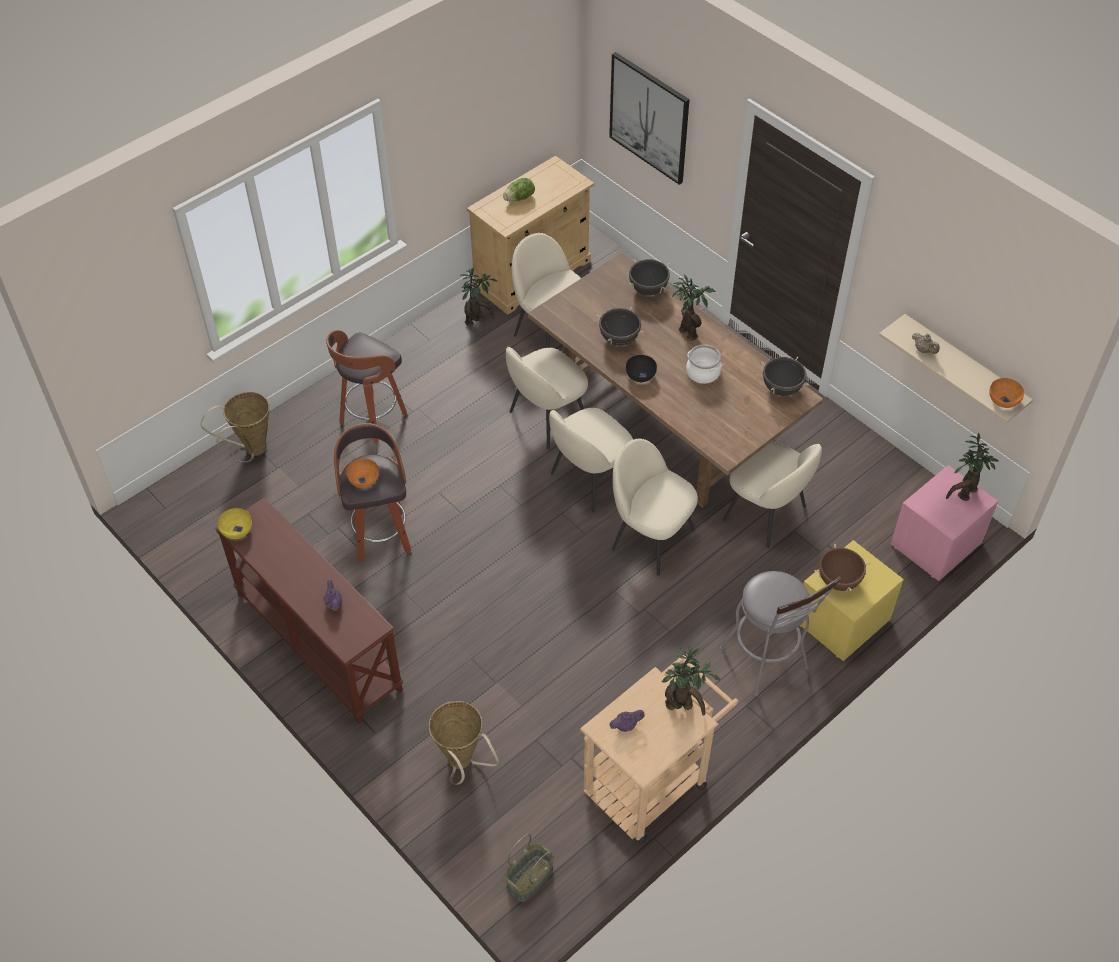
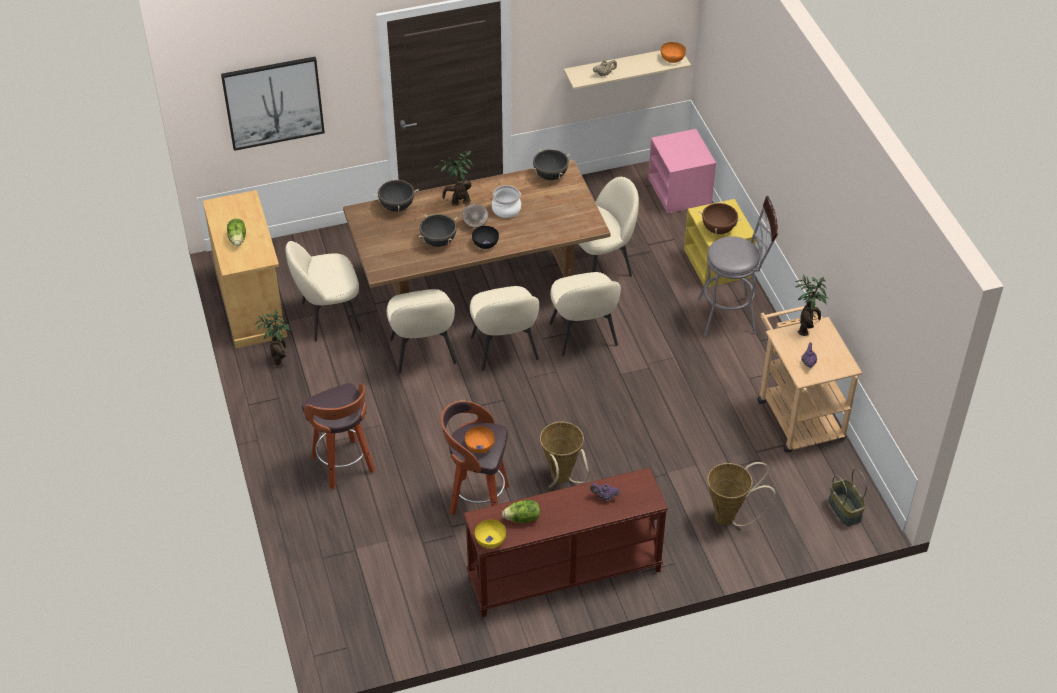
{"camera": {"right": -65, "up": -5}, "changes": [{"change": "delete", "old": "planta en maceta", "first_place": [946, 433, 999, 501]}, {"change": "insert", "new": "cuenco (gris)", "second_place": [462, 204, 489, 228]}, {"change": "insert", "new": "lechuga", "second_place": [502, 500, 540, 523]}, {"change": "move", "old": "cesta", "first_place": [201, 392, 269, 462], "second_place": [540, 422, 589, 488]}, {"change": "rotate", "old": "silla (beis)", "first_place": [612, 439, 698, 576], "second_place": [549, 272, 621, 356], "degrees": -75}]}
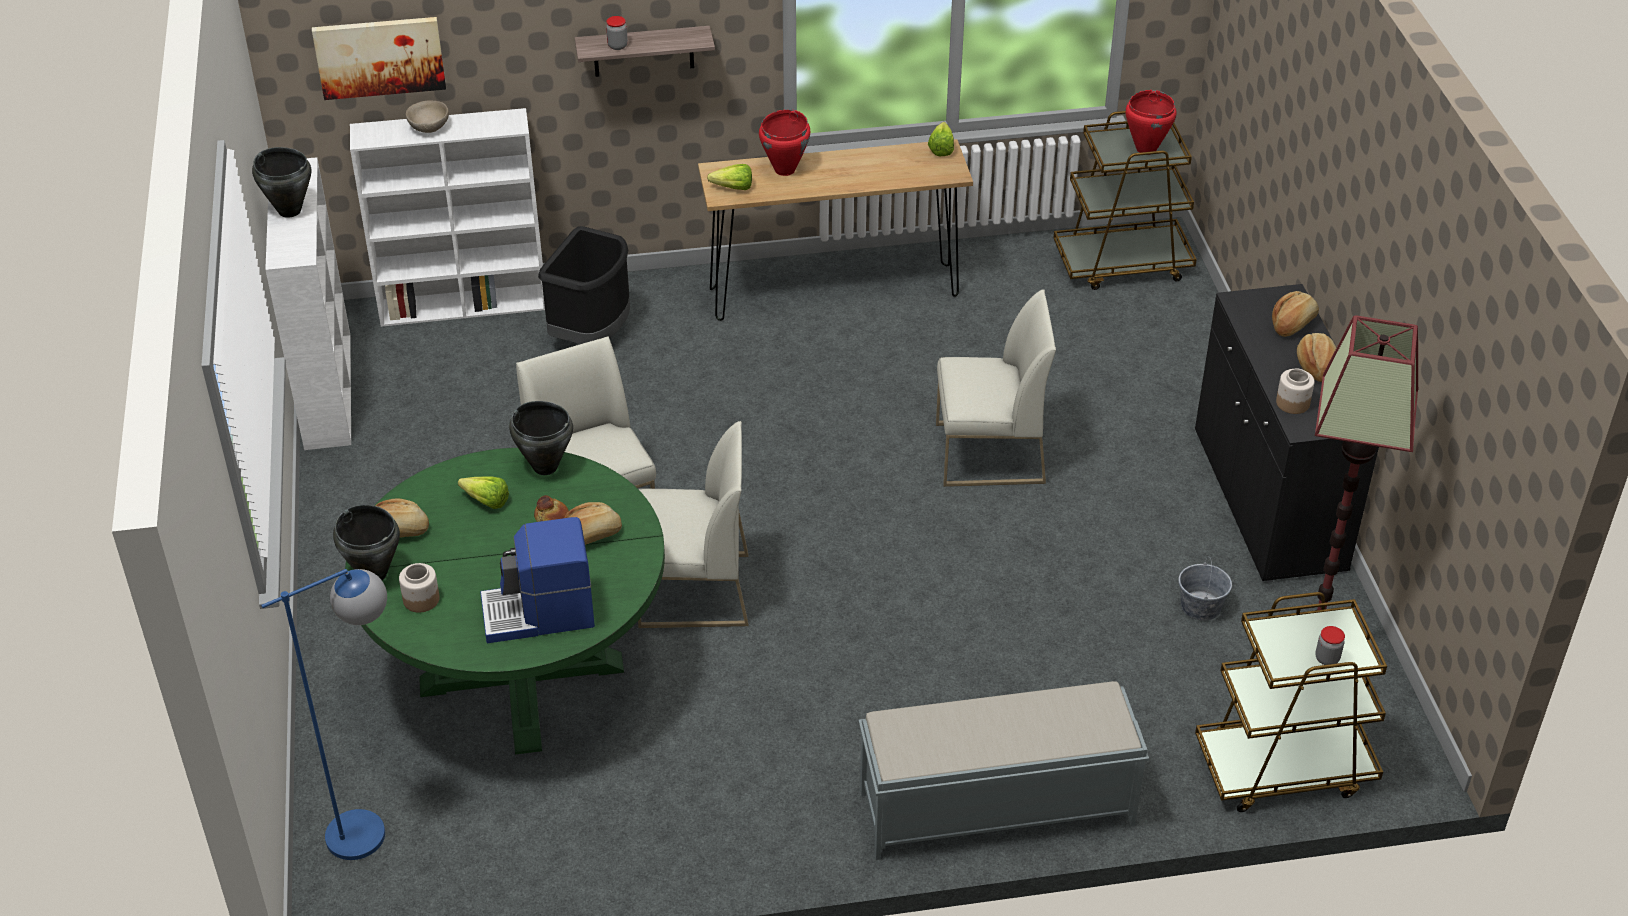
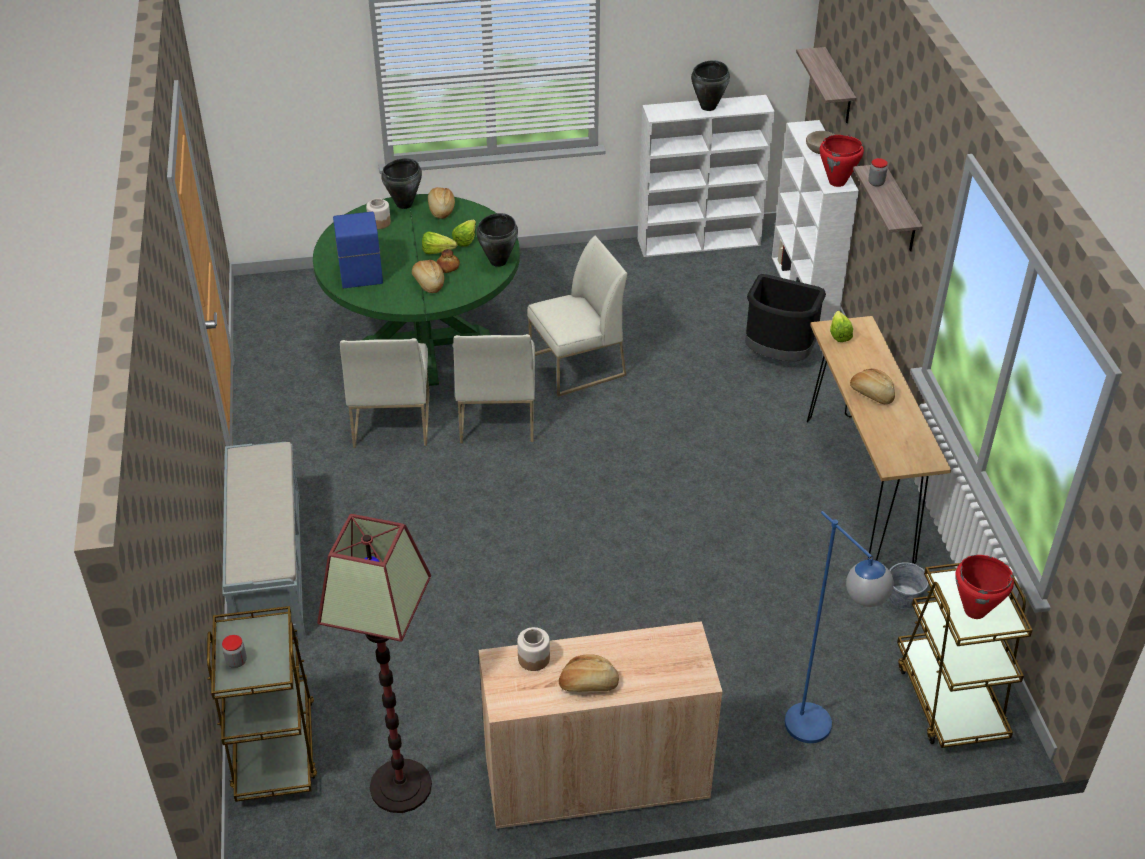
{"camera": {"right": 90, "up": 0}, "changes": [{"change": "move", "old": "lámpara de pie (azul)", "first_place": [261, 569, 387, 860], "second_place": [785, 511, 894, 743]}, {"change": "move", "old": "olla (rojo)", "first_place": [759, 109, 810, 176], "second_place": [820, 135, 864, 187]}, {"change": "move", "old": "lechuga", "first_place": [928, 122, 954, 156], "second_place": [422, 232, 457, 254]}, {"change": "move", "old": "silla (blanco)", "first_place": [936, 289, 1056, 487], "second_place": [340, 338, 429, 448]}, {"change": "move", "old": "cubo (gris)", "first_place": [1178, 557, 1232, 621], "second_place": [889, 562, 929, 610]}, {"change": "move", "old": "pan", "first_place": [1272, 291, 1319, 337], "second_place": [850, 368, 895, 404]}, {"change": "replace", "old": "cuadro", "new": "estante", "first_place": [312, 17, 446, 100], "second_place": [796, 47, 856, 123]}, {"change": "recolor", "old": "armario (negro)", "new": "armario (beis)", "first_place": [1195, 284, 1379, 583], "second_place": [479, 621, 723, 830]}]}
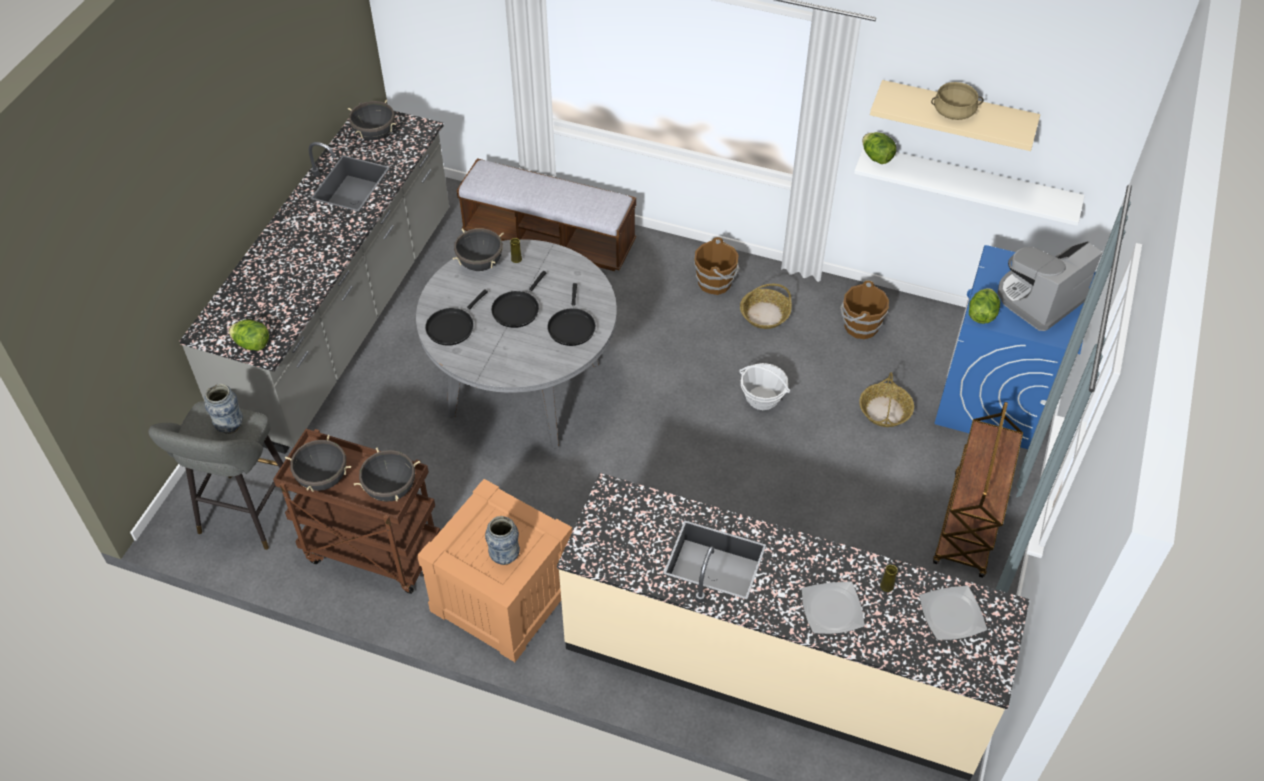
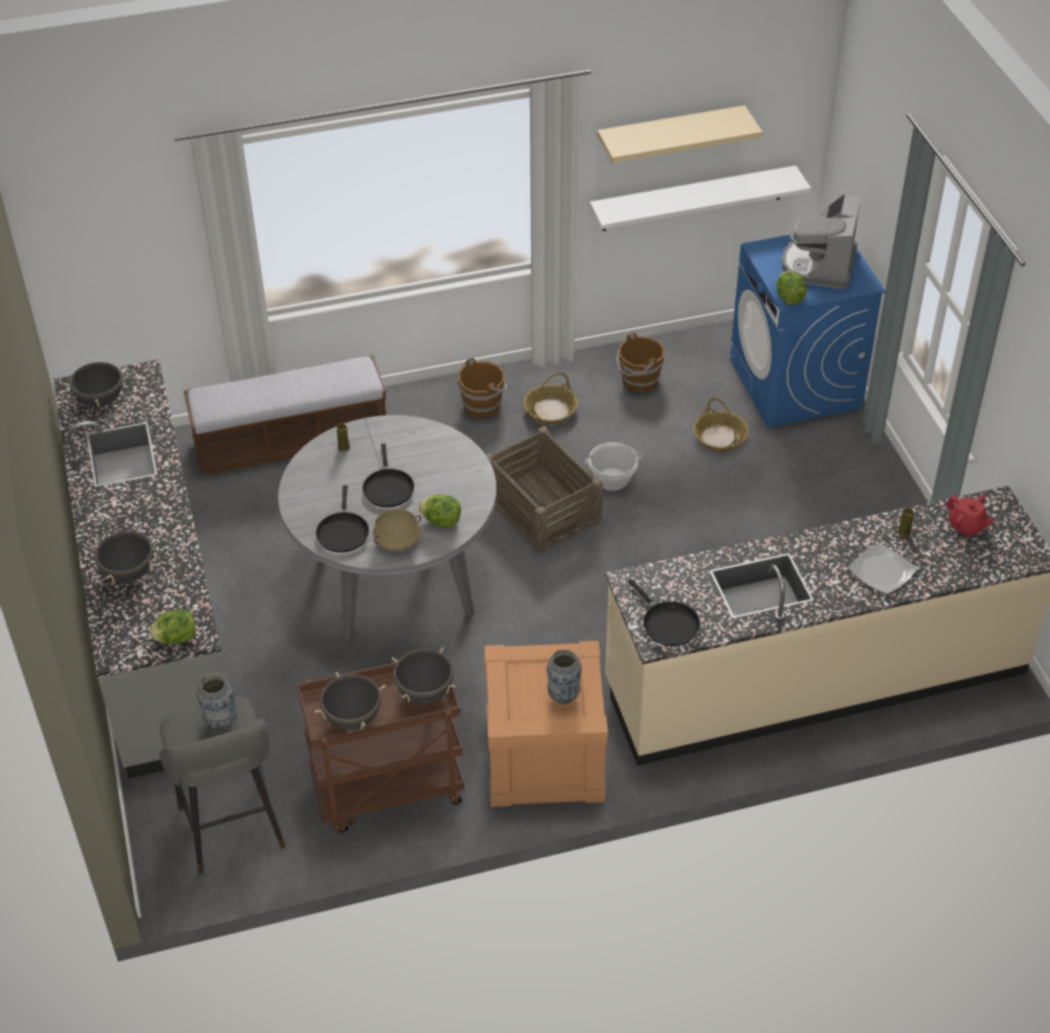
{"camera": {"right": -35, "up": -5}, "changes": [{"change": "delete", "old": "carrito (marrón)", "first_place": [933, 402, 1023, 578]}, {"change": "insert", "new": "caja de embalaje", "second_place": [486, 426, 603, 552]}, {"change": "move", "old": "olla (negro)", "first_place": [452, 228, 504, 271], "second_place": [91, 528, 156, 583]}, {"change": "move", "old": "sartén (negro)", "first_place": [548, 283, 596, 346], "second_place": [628, 579, 700, 646]}, {"change": "move", "old": "lechuga", "first_place": [862, 132, 896, 164], "second_place": [418, 495, 461, 527]}, {"change": "move", "old": "olla (beis)", "first_place": [931, 82, 983, 120], "second_place": [373, 508, 421, 551]}, {"change": "replace", "old": "plato", "new": "tetera (rojo)", "first_place": [919, 585, 987, 640], "second_place": [946, 495, 995, 537]}]}
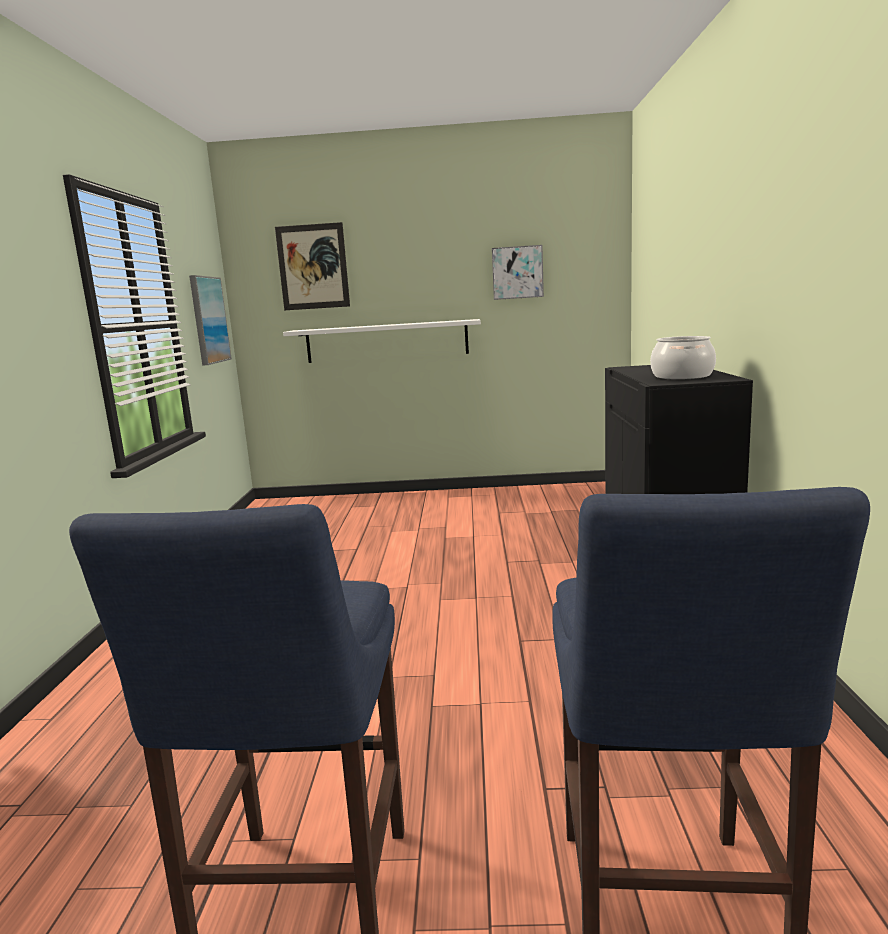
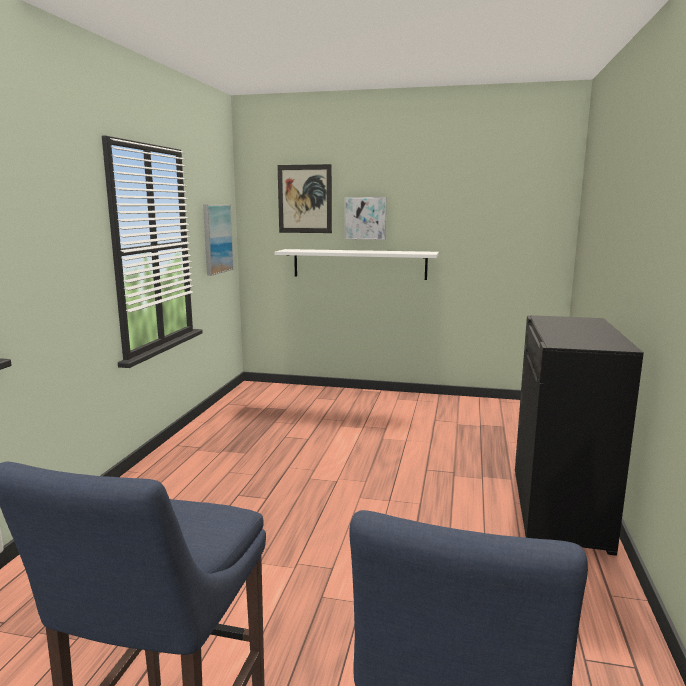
{"camera": {"right": 10, "up": 0}, "changes": [{"change": "delete", "old": "olla", "first_place": [650, 336, 716, 380]}, {"change": "move", "old": "cuadro", "first_place": [492, 245, 544, 300], "second_place": [345, 197, 386, 240]}]}
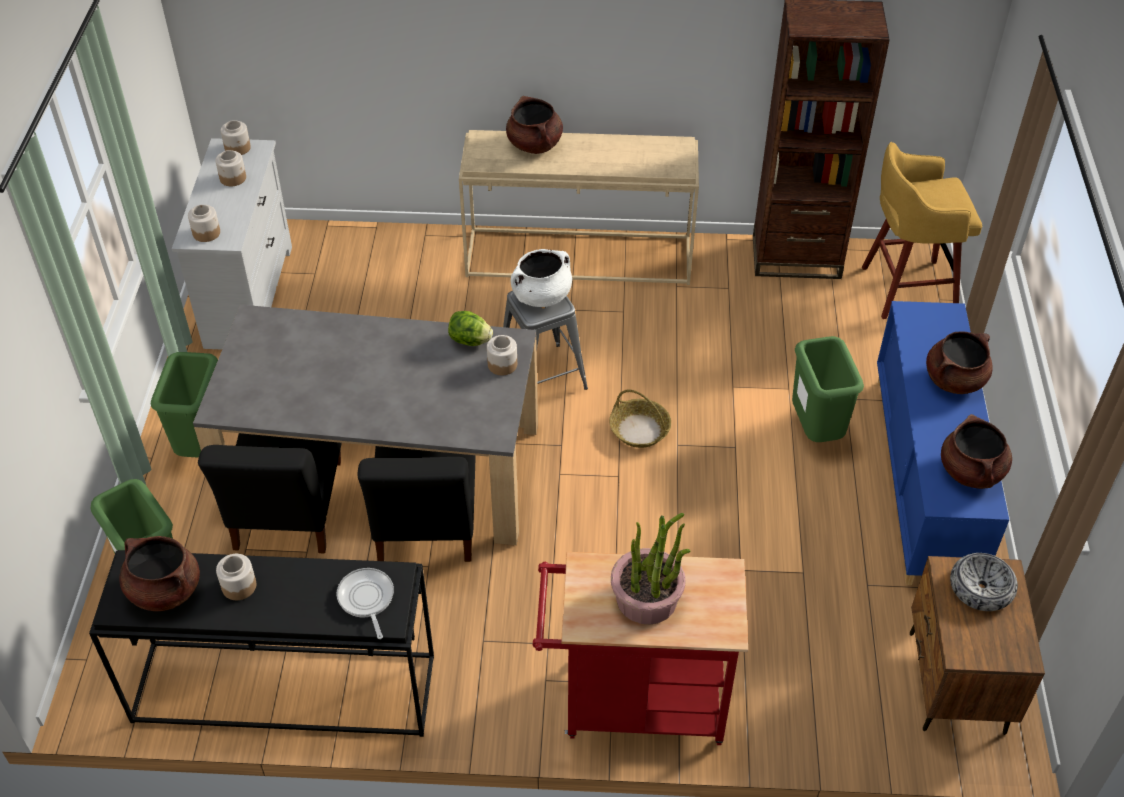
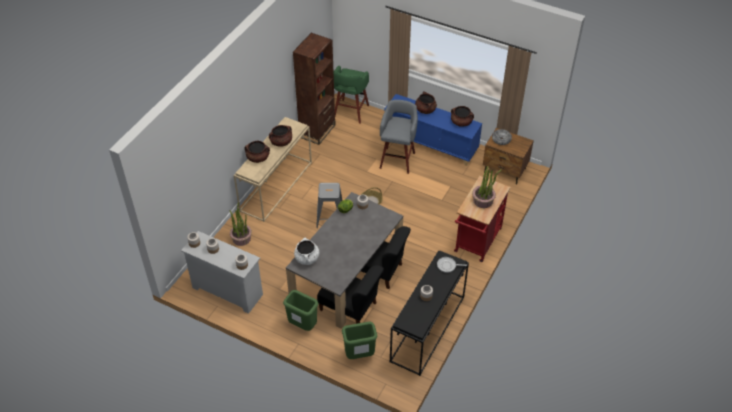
{"camera": {"right": -65, "up": 0}, "changes": [{"change": "insert", "new": "planta en maceta", "second_place": [229, 202, 252, 246]}, {"change": "move", "old": "olla (marrón)", "first_place": [119, 536, 200, 611], "second_place": [269, 125, 292, 147]}, {"change": "move", "old": "olla (blanco)", "first_place": [510, 249, 572, 307], "second_place": [294, 238, 319, 265]}, {"change": "replace", "old": "papelera (verde)", "new": "taburete (gris)", "first_place": [792, 336, 864, 442], "second_place": [380, 100, 418, 174]}, {"change": "recolor", "old": "taburete (amarillo)", "new": "taburete (verde)", "first_place": [862, 142, 982, 319], "second_place": [333, 66, 369, 124]}]}
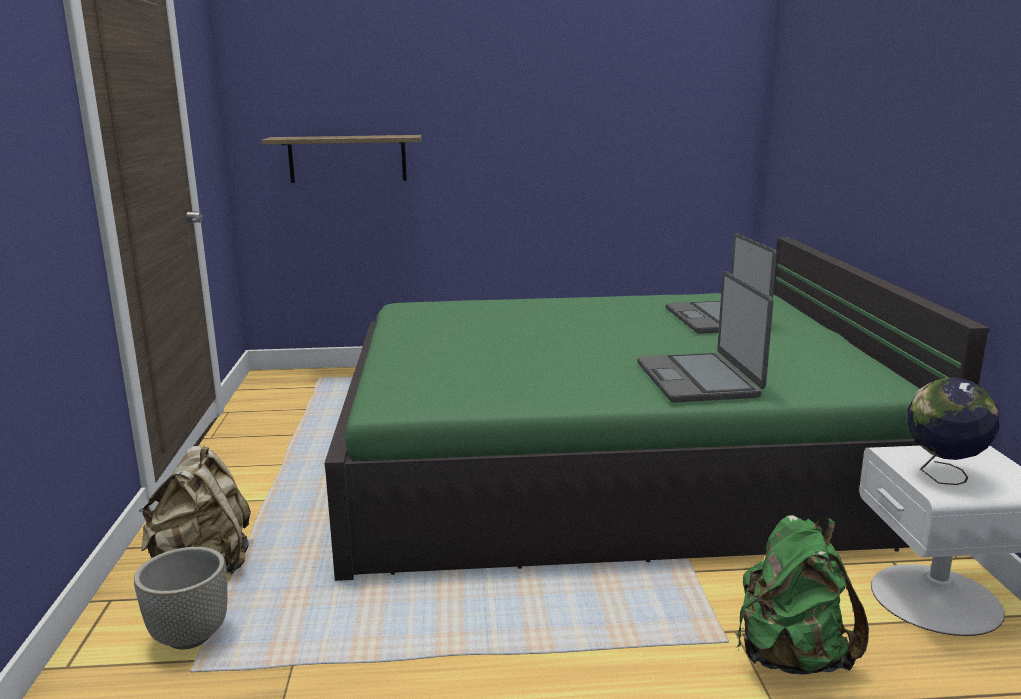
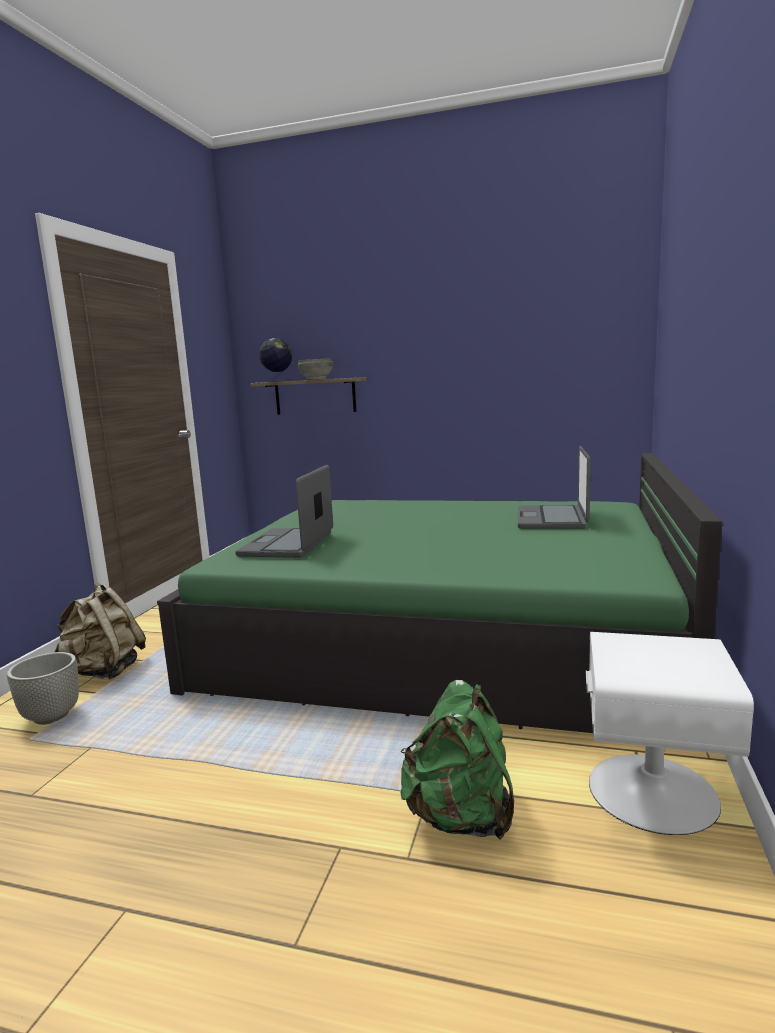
{"camera": {"right": 20, "up": -5}, "changes": [{"change": "insert", "new": "cuenco (gris)", "second_place": [297, 358, 333, 380]}, {"change": "move", "old": "portátil", "first_place": [637, 271, 773, 403], "second_place": [235, 465, 333, 558]}, {"change": "move", "old": "globo terráqueo", "first_place": [907, 377, 999, 485], "second_place": [259, 338, 292, 382]}]}
